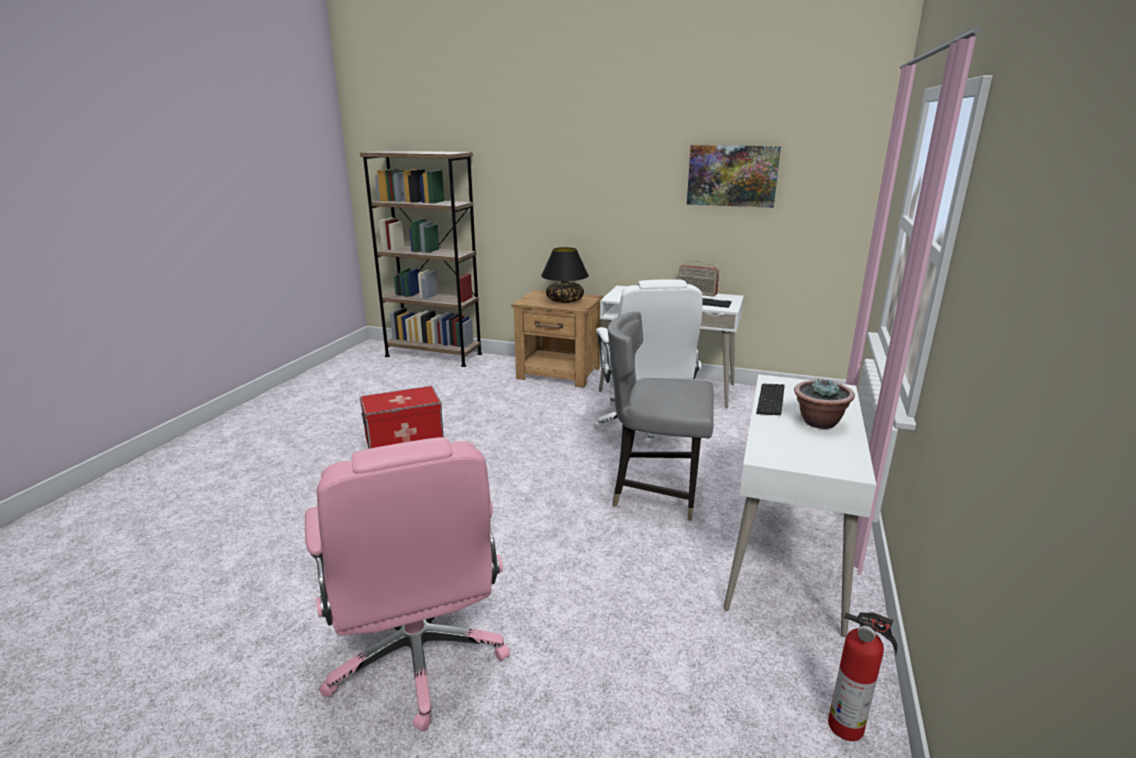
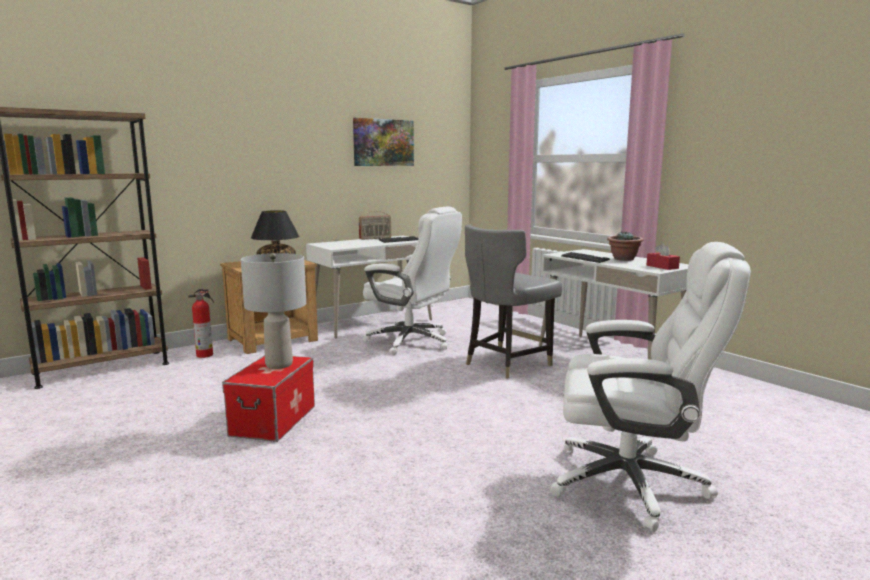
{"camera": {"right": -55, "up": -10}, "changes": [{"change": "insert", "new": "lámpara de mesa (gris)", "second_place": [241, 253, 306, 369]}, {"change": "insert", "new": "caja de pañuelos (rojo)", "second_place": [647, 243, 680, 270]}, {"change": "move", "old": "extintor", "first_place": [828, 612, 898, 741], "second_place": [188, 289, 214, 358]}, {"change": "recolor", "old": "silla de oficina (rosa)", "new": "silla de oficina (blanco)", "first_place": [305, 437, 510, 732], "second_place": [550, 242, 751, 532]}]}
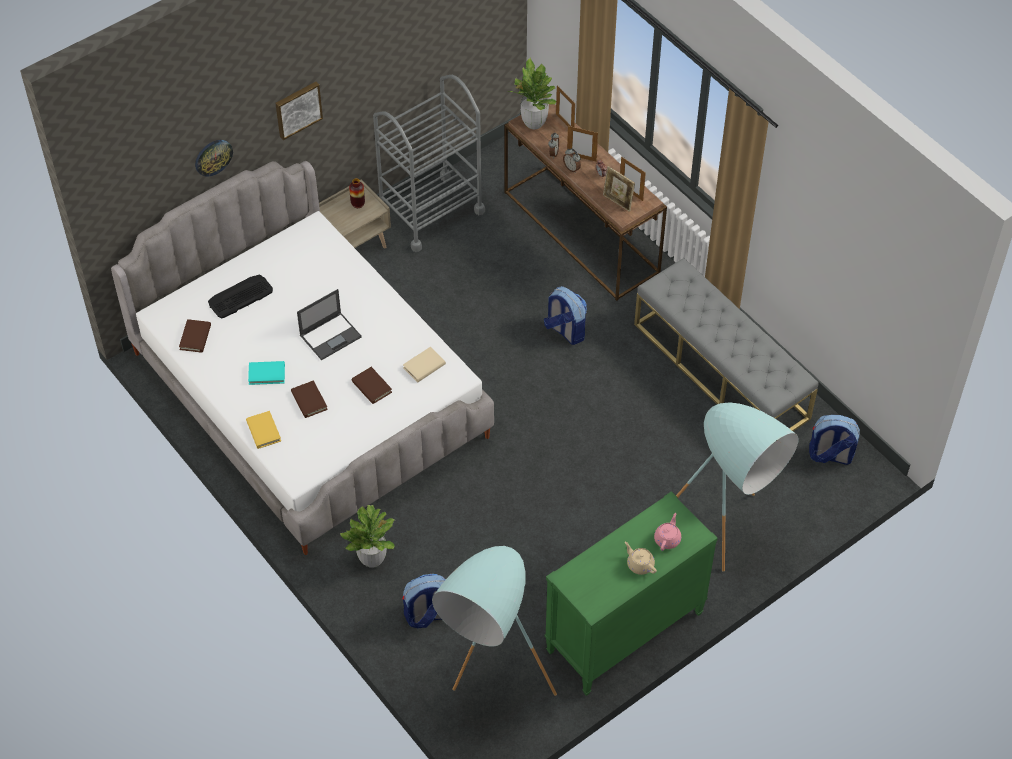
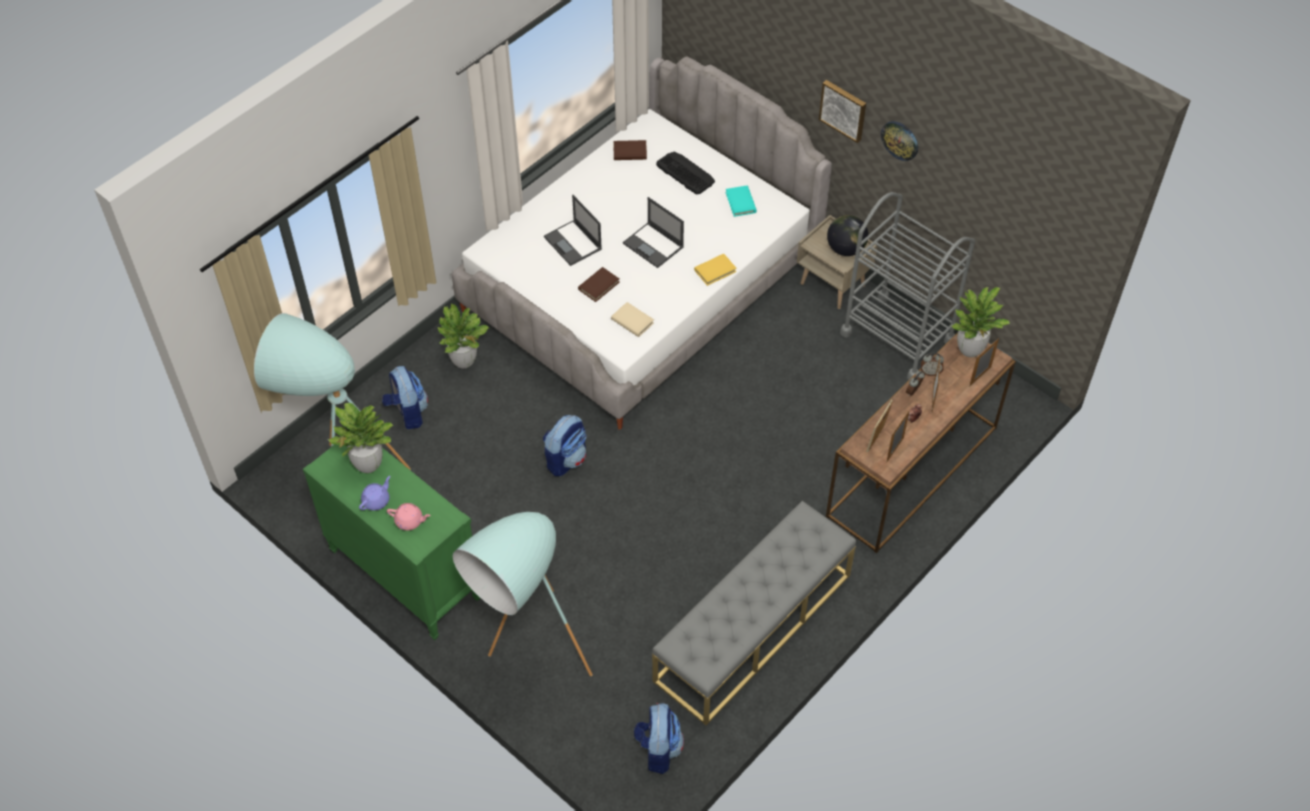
{"camera": {"right": 80, "up": 0}, "changes": [{"change": "insert", "new": "planta en maceta", "second_place": [328, 403, 393, 473]}, {"change": "move", "old": "reloj de pared", "first_place": [195, 140, 233, 177], "second_place": [881, 121, 918, 161]}, {"change": "move", "old": "libro (amarillo)", "first_place": [246, 411, 281, 449], "second_place": [694, 254, 737, 286]}, {"change": "move", "old": "libro (turquesa)", "first_place": [248, 361, 285, 385], "second_place": [726, 186, 757, 217]}, {"change": "move", "old": "mochila", "first_place": [544, 286, 587, 345], "second_place": [543, 415, 586, 476]}, {"change": "replace", "old": "libro (marrón)", "new": "portátil", "first_place": [291, 380, 328, 418], "second_place": [544, 194, 602, 266]}, {"change": "replace", "old": "florero", "new": "globo terráqueo", "first_place": [349, 178, 365, 208], "second_place": [827, 215, 868, 256]}, {"change": "recolor", "old": "tetera (beis)", "new": "tetera (morado)", "first_place": [625, 542, 657, 575], "second_place": [359, 476, 390, 511]}]}
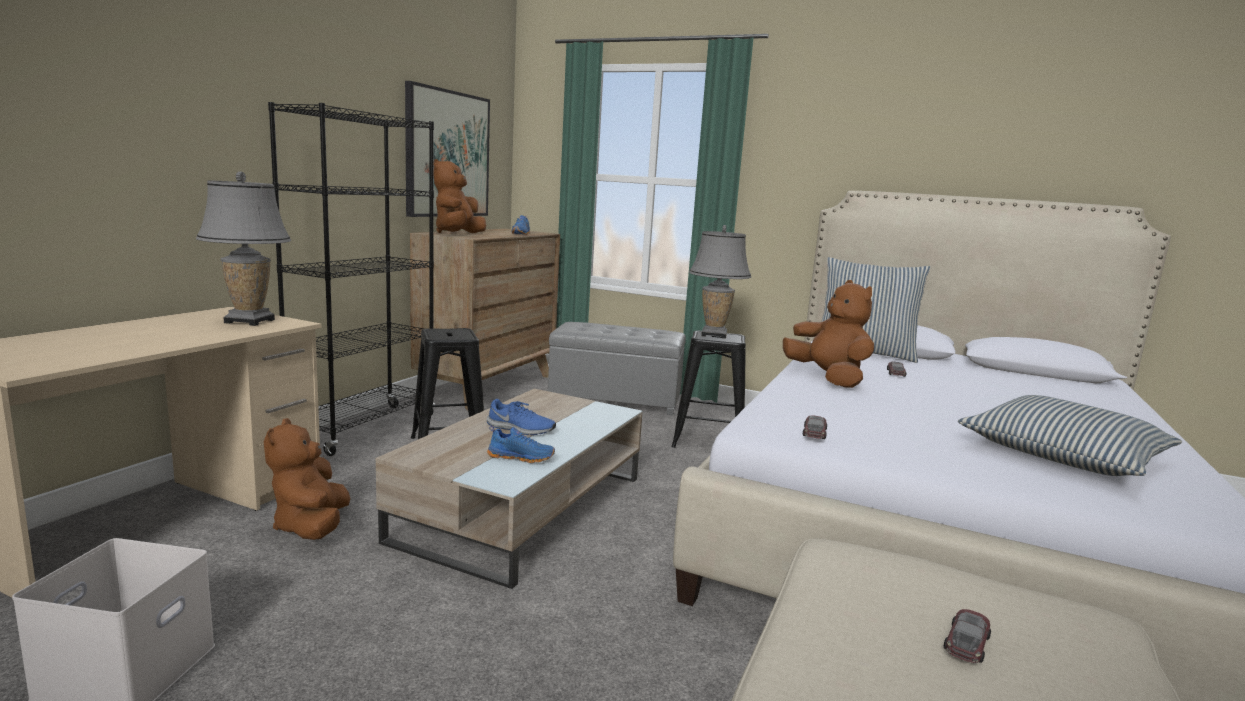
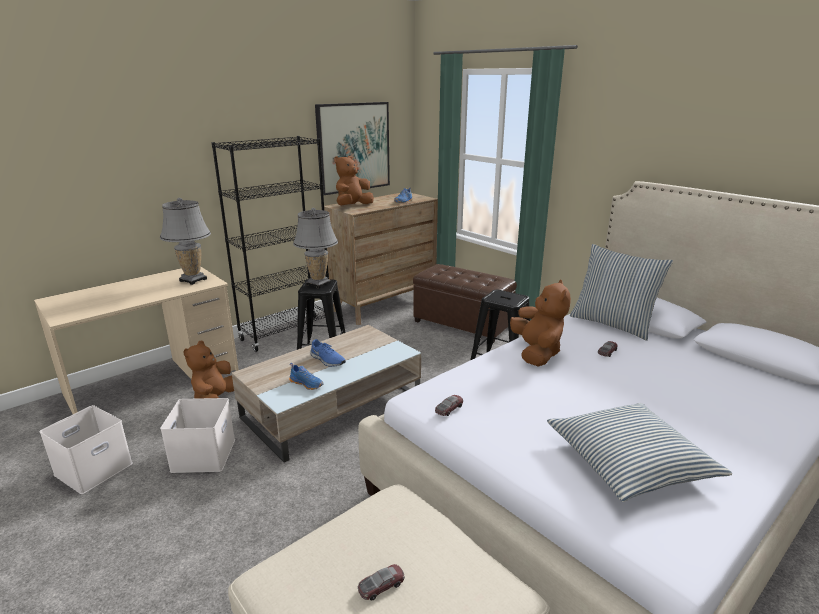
{"camera": {"right": 25, "up": 10}, "changes": [{"change": "insert", "new": "caja de almacenaje (blanco)", "second_place": [160, 398, 235, 473]}, {"change": "move", "old": "lámpara de mesa (gris)", "first_place": [689, 225, 751, 339], "second_place": [293, 208, 338, 289]}, {"change": "recolor", "old": "puf (gris)", "new": "puf (marrón)", "first_place": [548, 322, 686, 415], "second_place": [413, 264, 517, 343]}]}
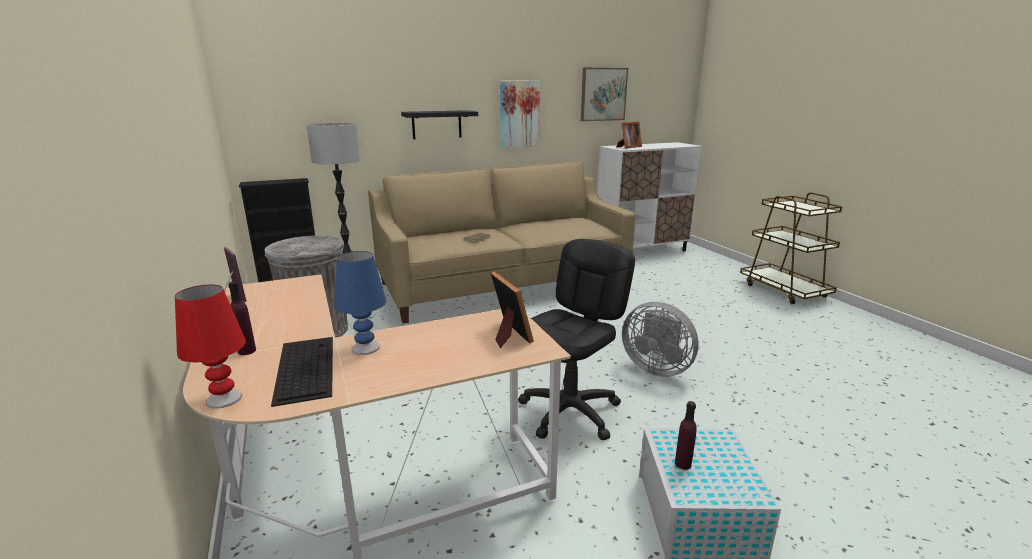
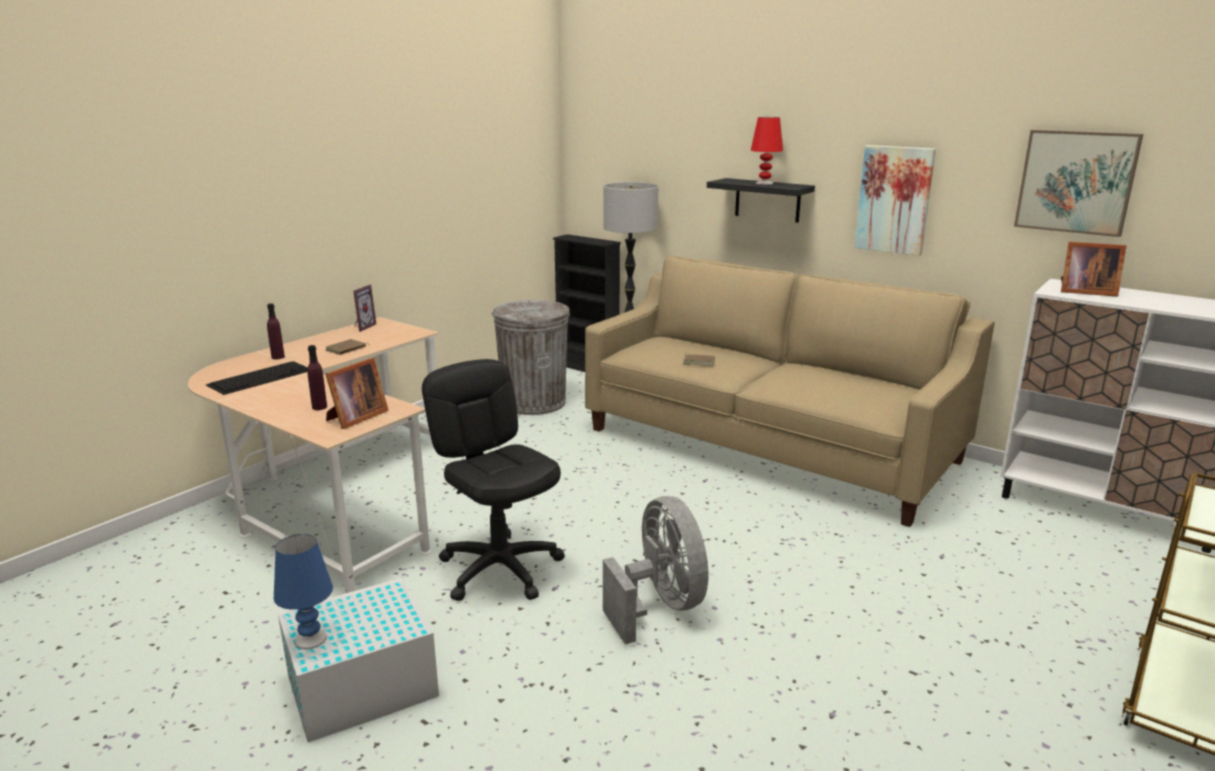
{"camera": {"right": 60, "up": 0}, "changes": [{"change": "insert", "new": "libro (marrón)", "second_place": [326, 339, 370, 355]}, {"change": "move", "old": "lámpara de mesa (rojo)", "first_place": [175, 285, 246, 409], "second_place": [751, 117, 783, 185]}, {"change": "move", "old": "lámpara de mesa (azul)", "first_place": [334, 251, 386, 355], "second_place": [274, 534, 333, 650]}, {"change": "move", "old": "botella (morado)", "first_place": [675, 401, 697, 470], "second_place": [307, 345, 327, 410]}, {"change": "rotate", "old": "silla de oficina (negro)", "first_place": [518, 239, 635, 440], "second_place": [422, 359, 565, 601], "degrees": -135}, {"change": "rotate", "old": "ventilador (gris)", "first_place": [622, 302, 699, 377], "second_place": [603, 496, 708, 644], "degrees": 150}]}
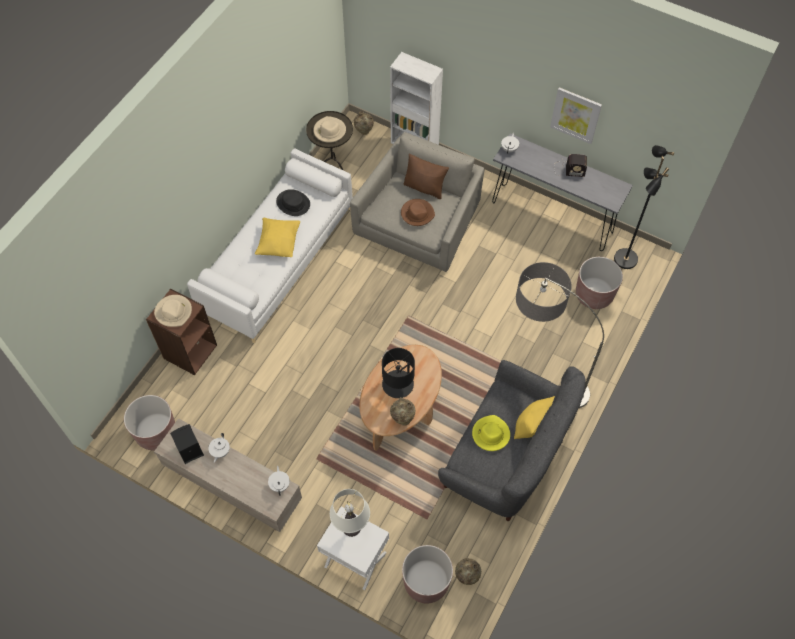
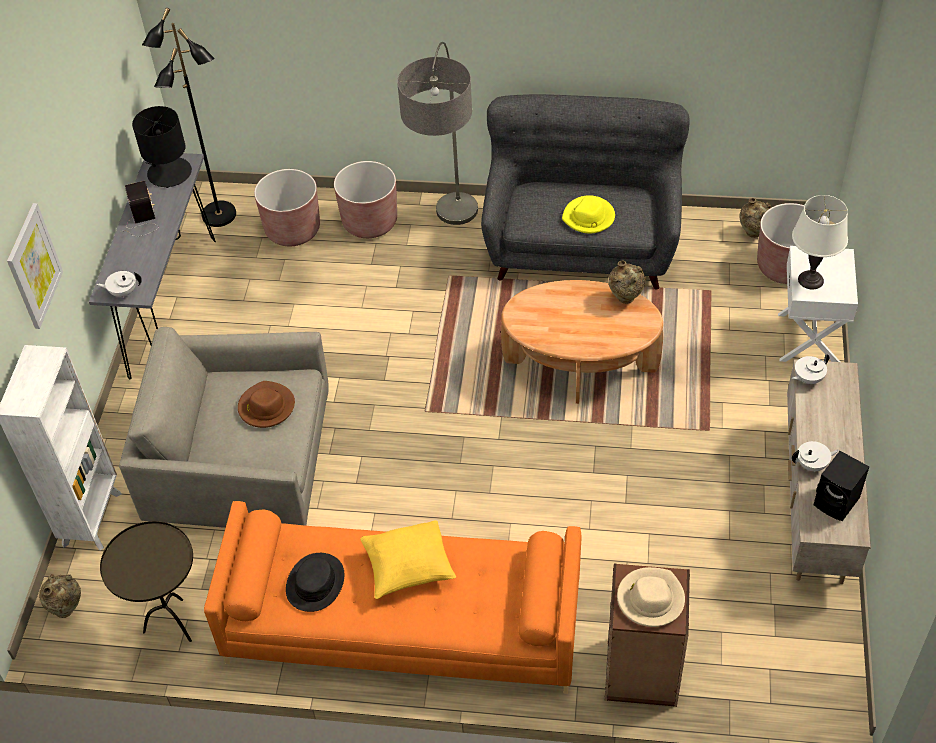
{"camera": {"right": -110, "up": -10}, "changes": [{"change": "delete", "old": "sombrero (beis)", "first_place": [313, 116, 346, 143]}, {"change": "delete", "old": "cojín (marrón)", "first_place": [404, 154, 449, 199]}, {"change": "delete", "old": "cojín (amarillo)", "first_place": [514, 396, 555, 439]}, {"change": "move", "old": "maceta (marrón)", "first_place": [124, 395, 175, 450], "second_place": [334, 161, 397, 238]}, {"change": "move", "old": "lámpara de mesa (negro)", "first_place": [382, 348, 415, 398], "second_place": [132, 106, 192, 188]}, {"change": "move", "old": "cuadro", "first_place": [550, 87, 602, 144], "second_place": [7, 203, 63, 329]}, {"change": "recolor", "old": "sofá (blanco)", "new": "sofá (naranja)", "first_place": [187, 148, 353, 344], "second_place": [204, 501, 582, 694]}]}
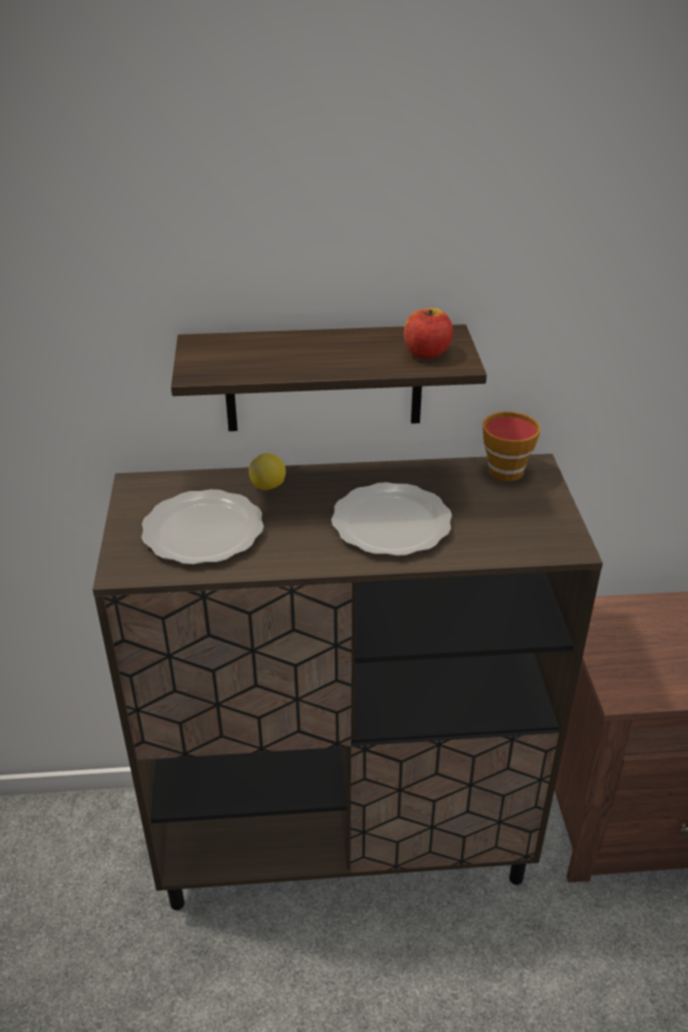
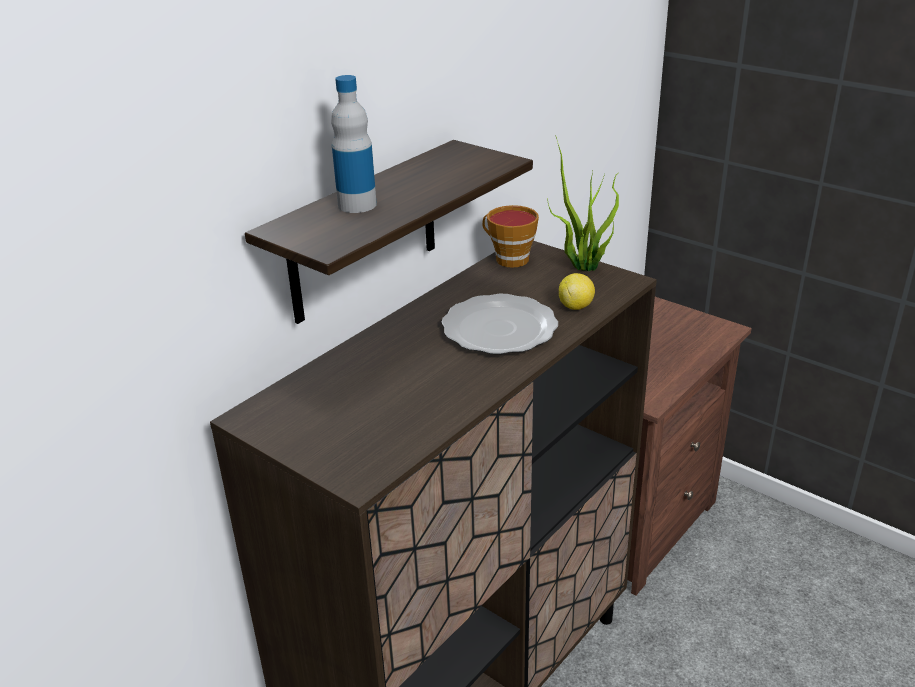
{"camera": {"right": -45, "up": -5}, "changes": [{"change": "delete", "old": "plato", "first_place": [141, 489, 264, 565]}, {"change": "delete", "old": "manzana", "first_place": [404, 308, 453, 359]}, {"change": "insert", "new": "botella", "second_place": [331, 75, 377, 213]}, {"change": "insert", "new": "planta en maceta", "second_place": [547, 135, 619, 271]}, {"change": "move", "old": "limón", "first_place": [249, 453, 286, 490], "second_place": [559, 273, 595, 310]}]}
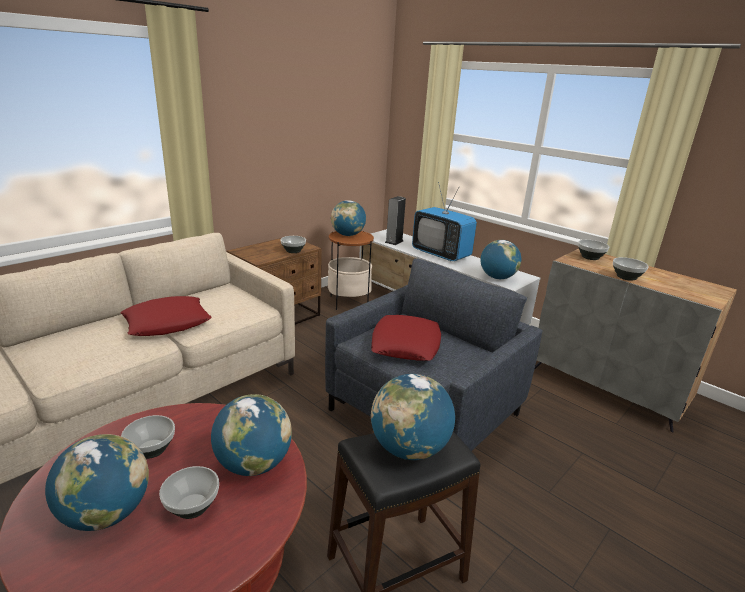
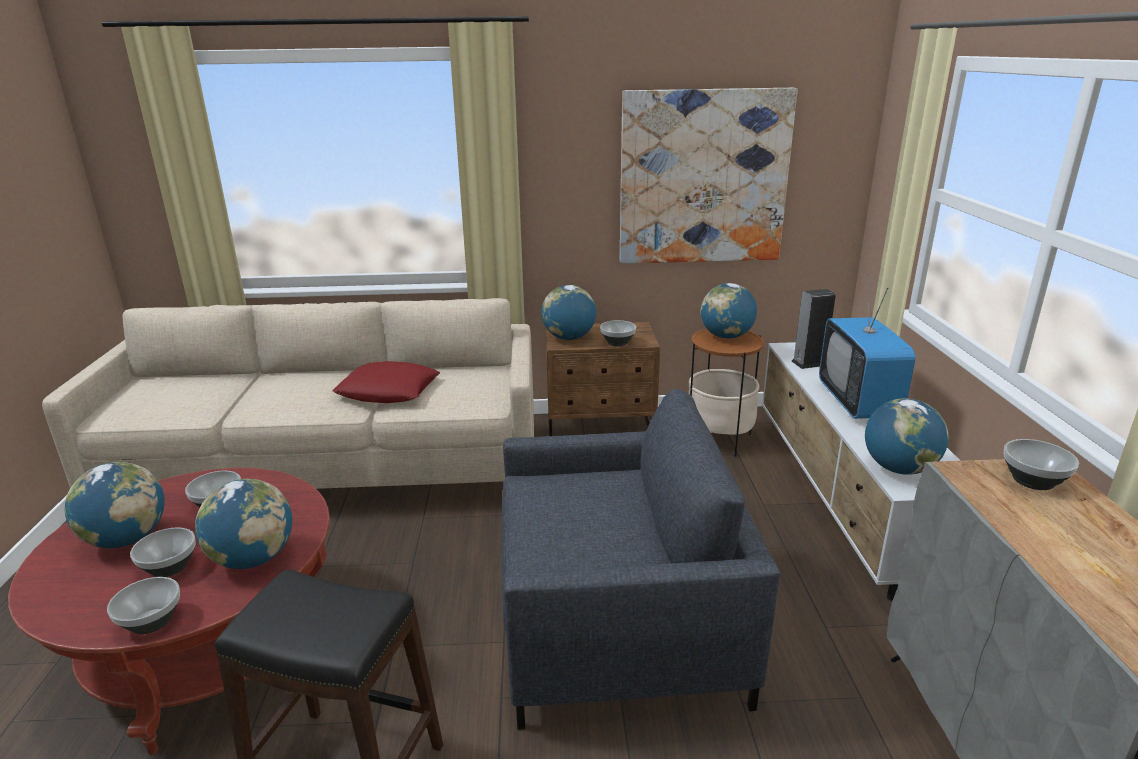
{"camera": {"right": 45, "up": 0}, "changes": [{"change": "delete", "old": "cojín (rojo)", "first_place": [371, 315, 441, 361]}, {"change": "insert", "new": "cuadro", "second_place": [620, 88, 798, 264]}, {"change": "move", "old": "globo terráqueo", "first_place": [371, 374, 455, 460], "second_place": [541, 285, 596, 340]}, {"change": "move", "old": "cuenco", "first_place": [613, 257, 648, 281], "second_place": [107, 577, 180, 634]}]}
